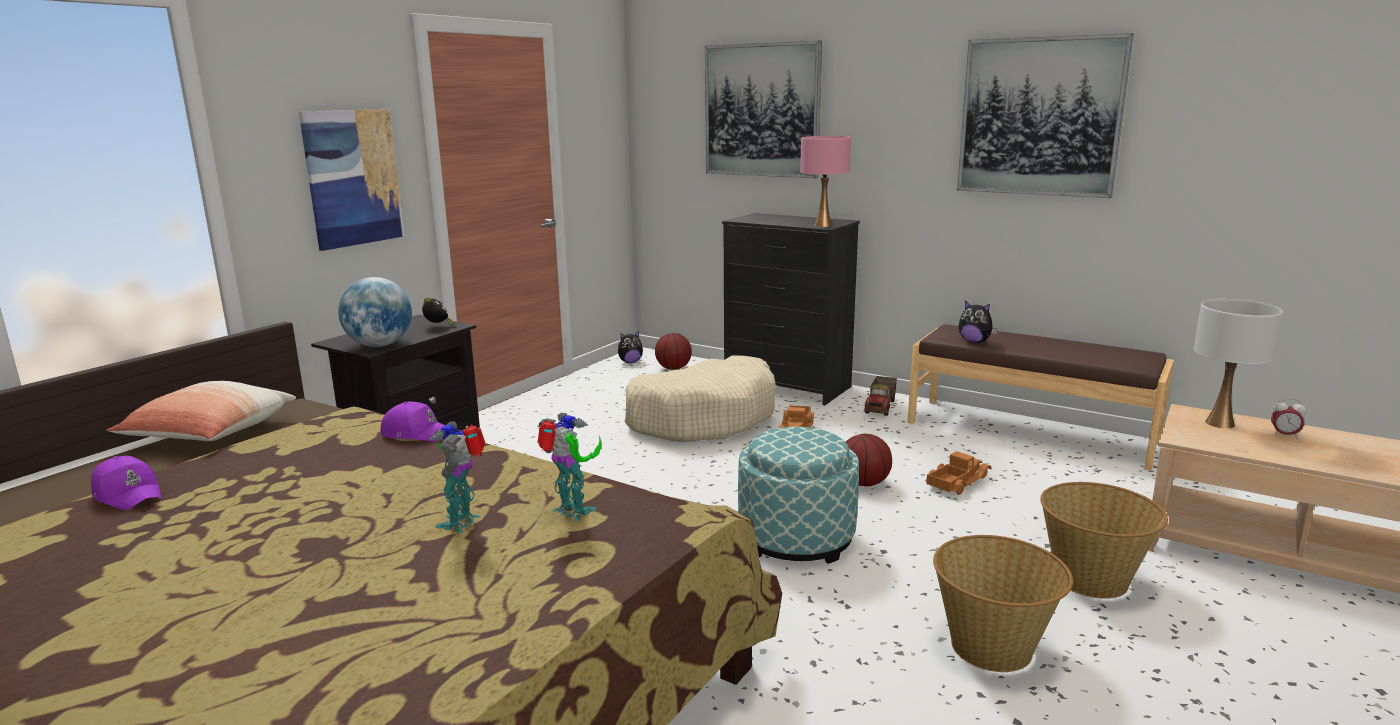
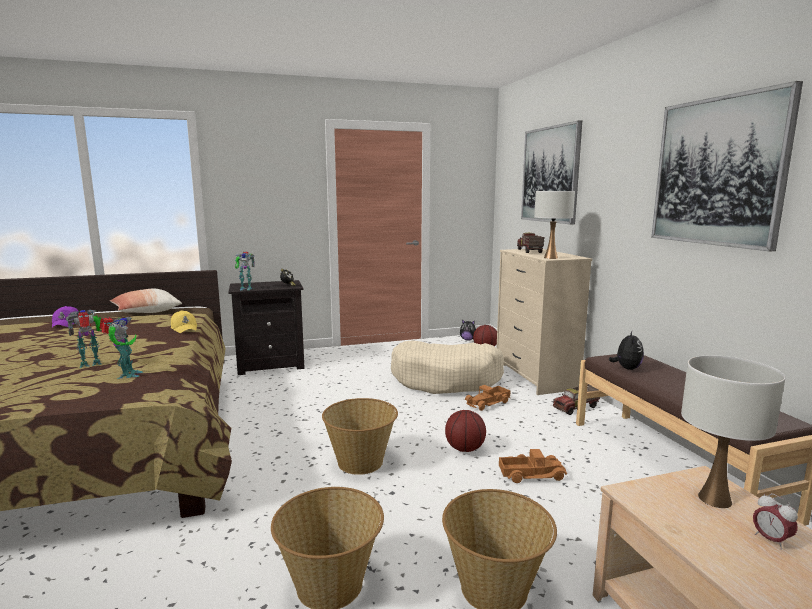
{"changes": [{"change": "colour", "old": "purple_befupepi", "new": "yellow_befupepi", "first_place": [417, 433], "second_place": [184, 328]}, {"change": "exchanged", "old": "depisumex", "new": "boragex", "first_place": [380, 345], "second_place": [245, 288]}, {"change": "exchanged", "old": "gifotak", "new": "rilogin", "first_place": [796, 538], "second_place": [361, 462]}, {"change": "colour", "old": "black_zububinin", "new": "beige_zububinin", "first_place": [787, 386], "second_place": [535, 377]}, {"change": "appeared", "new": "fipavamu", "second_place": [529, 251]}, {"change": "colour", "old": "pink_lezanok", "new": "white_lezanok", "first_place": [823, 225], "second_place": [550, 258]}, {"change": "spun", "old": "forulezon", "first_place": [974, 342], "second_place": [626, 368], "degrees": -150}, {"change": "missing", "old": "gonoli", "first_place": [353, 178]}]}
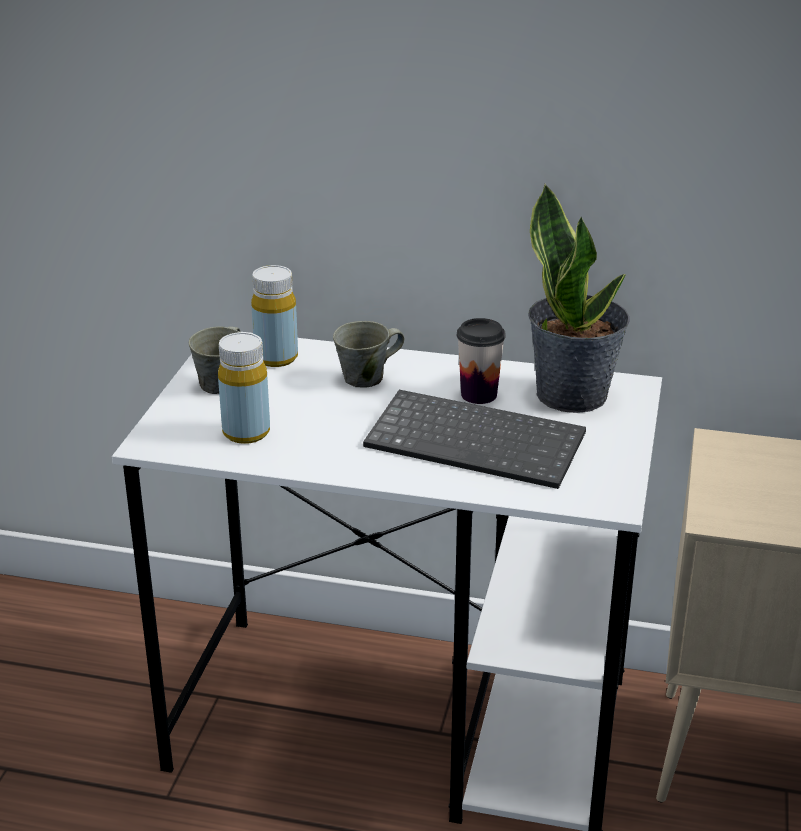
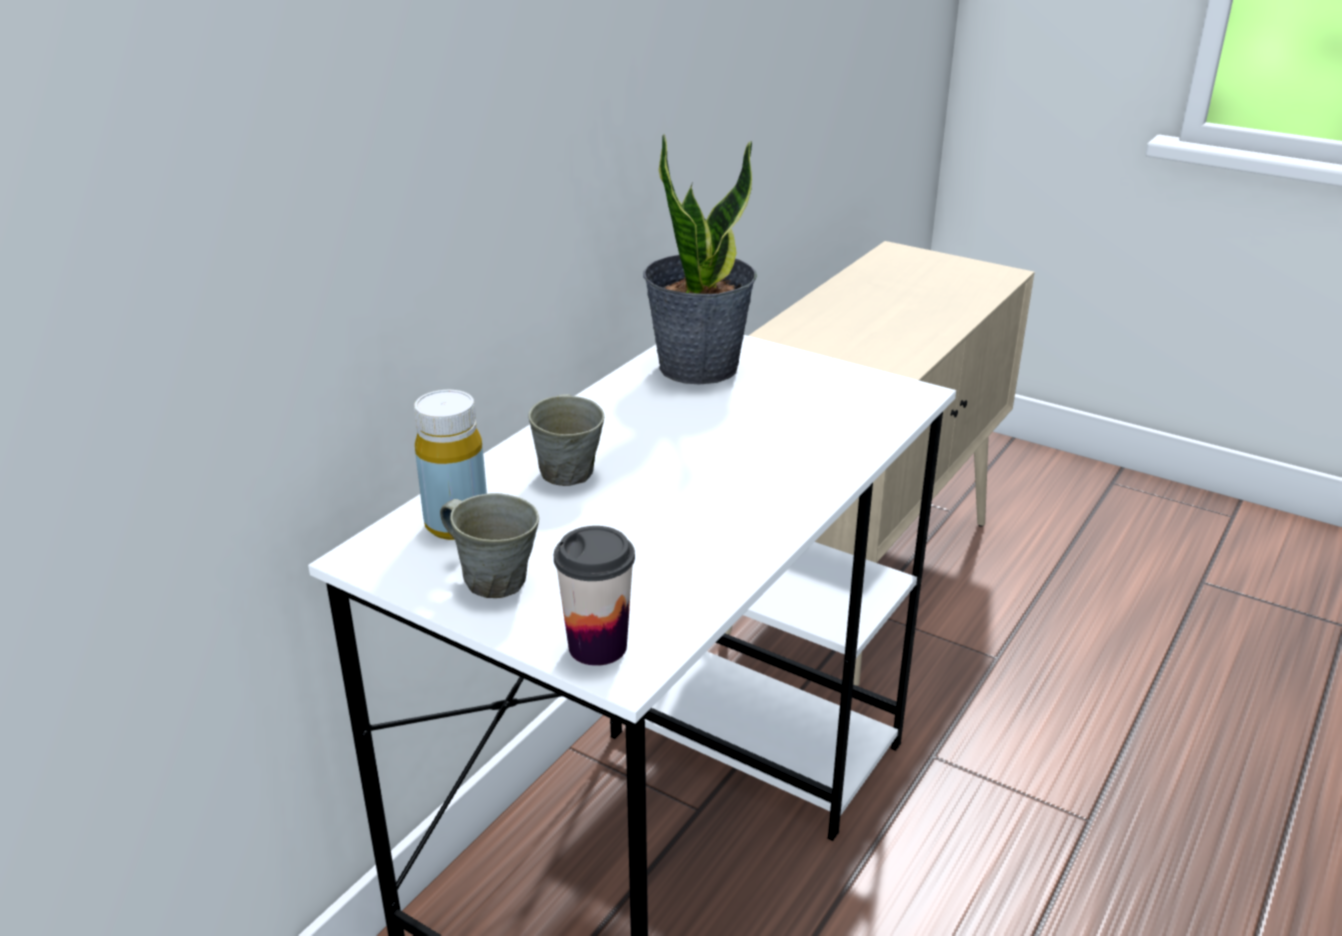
{"changes": [{"change": "relocated", "old": "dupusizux", "first_place": [479, 395], "second_place": [597, 646]}, {"change": "missing", "old": "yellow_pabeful", "first_place": [246, 432]}, {"change": "missing", "old": "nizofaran", "first_place": [478, 442]}]}
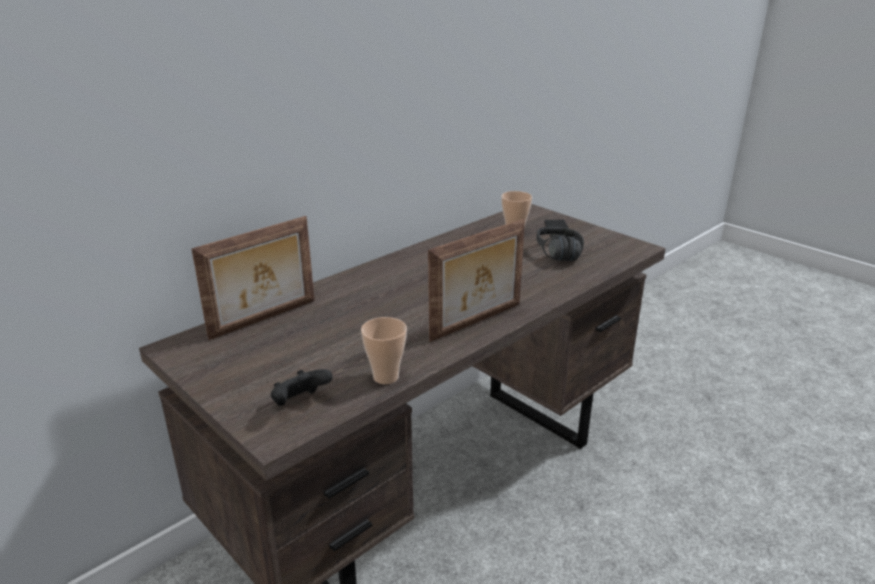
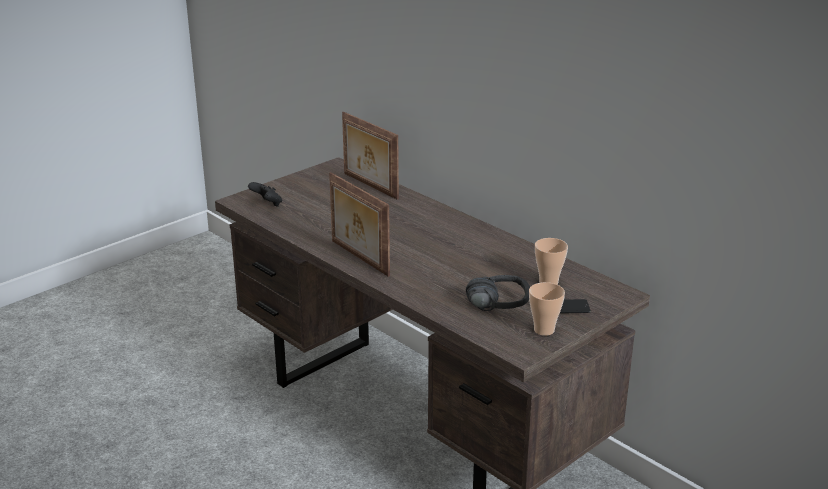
{"changes": [{"change": "relocated", "old": "dupusizux", "first_place": [386, 377], "second_place": [544, 330]}]}
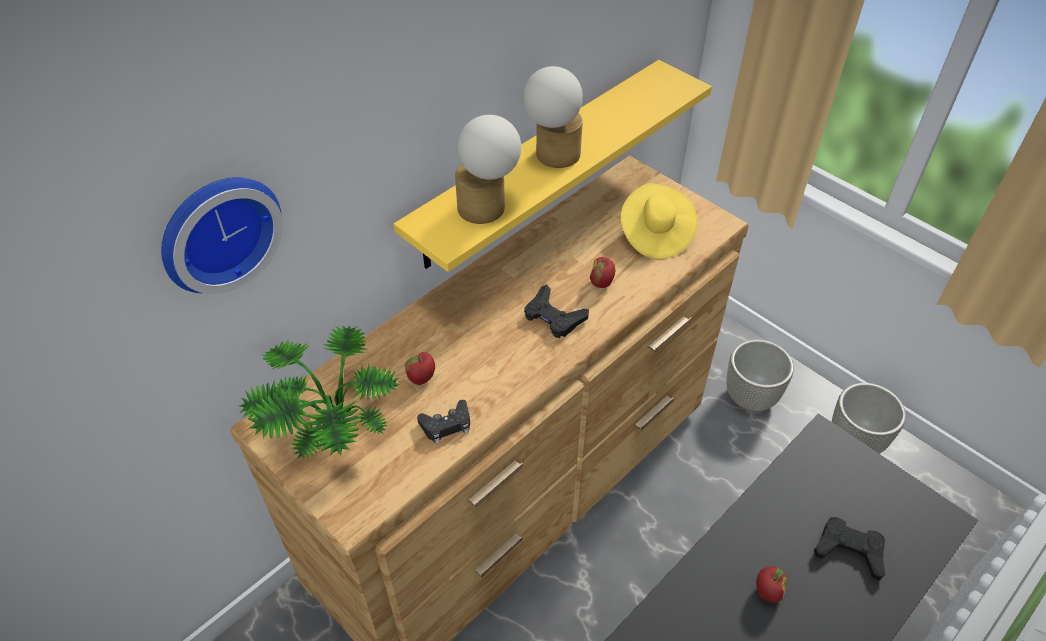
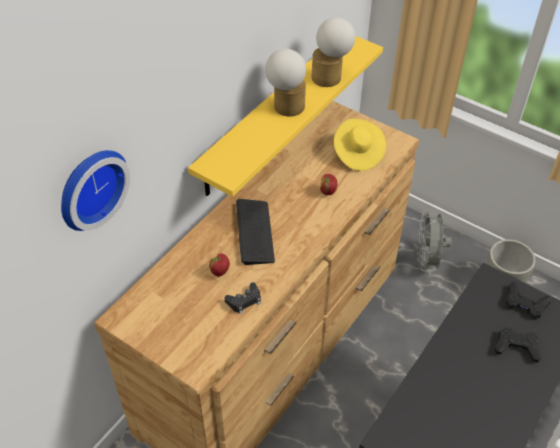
{"changes": [{"change": "appeared", "new": "nizofaran", "second_place": [254, 232]}, {"change": "relocated", "old": "lezanok", "first_place": [488, 209], "second_place": [331, 78]}, {"change": "exchanged", "old": "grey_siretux", "new": "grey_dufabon", "first_place": [751, 398], "second_place": [427, 260]}, {"change": "relocated", "old": "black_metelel", "first_place": [553, 317], "second_place": [525, 303]}, {"change": "missing", "old": "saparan", "first_place": [329, 430]}, {"change": "missing", "old": "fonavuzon", "first_place": [767, 592]}]}
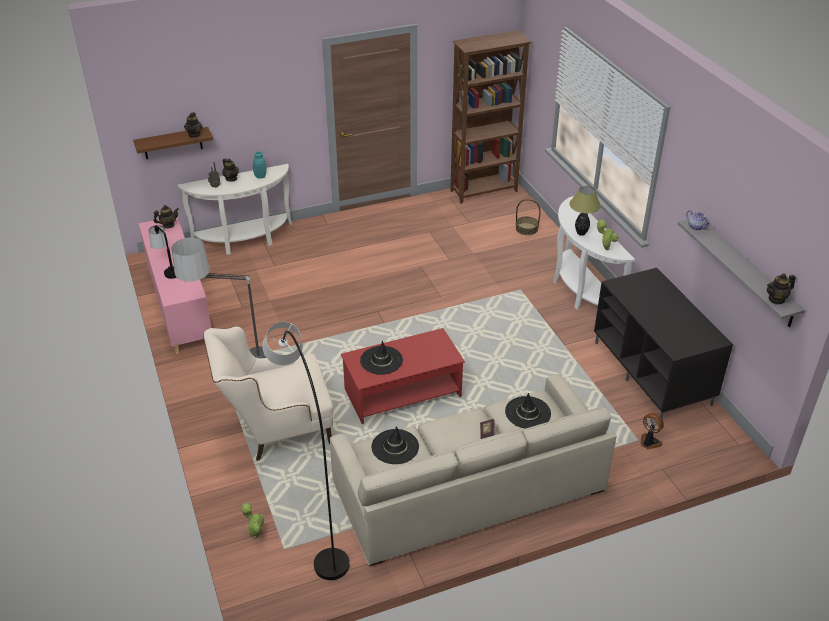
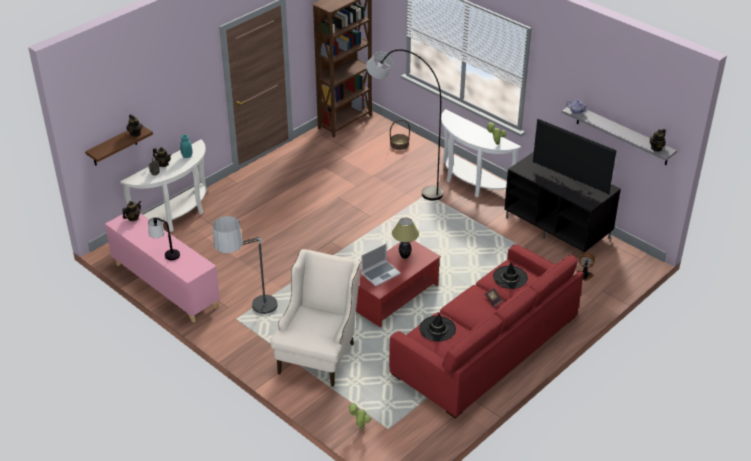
{"changes": [{"change": "spun", "old": "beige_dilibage", "first_place": [276, 430], "second_place": [319, 352], "degrees": 150}, {"change": "exchanged", "old": "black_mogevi", "new": "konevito", "first_place": [381, 360], "second_place": [380, 273]}, {"change": "relocated", "old": "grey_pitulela", "first_place": [312, 516], "second_place": [402, 178]}, {"change": "colour", "old": "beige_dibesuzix", "new": "red_dibesuzix", "first_place": [468, 487], "second_place": [485, 345]}, {"change": "relocated", "old": "lezanok", "first_place": [581, 233], "second_place": [404, 256]}, {"change": "appeared", "new": "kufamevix", "second_place": [569, 183]}]}
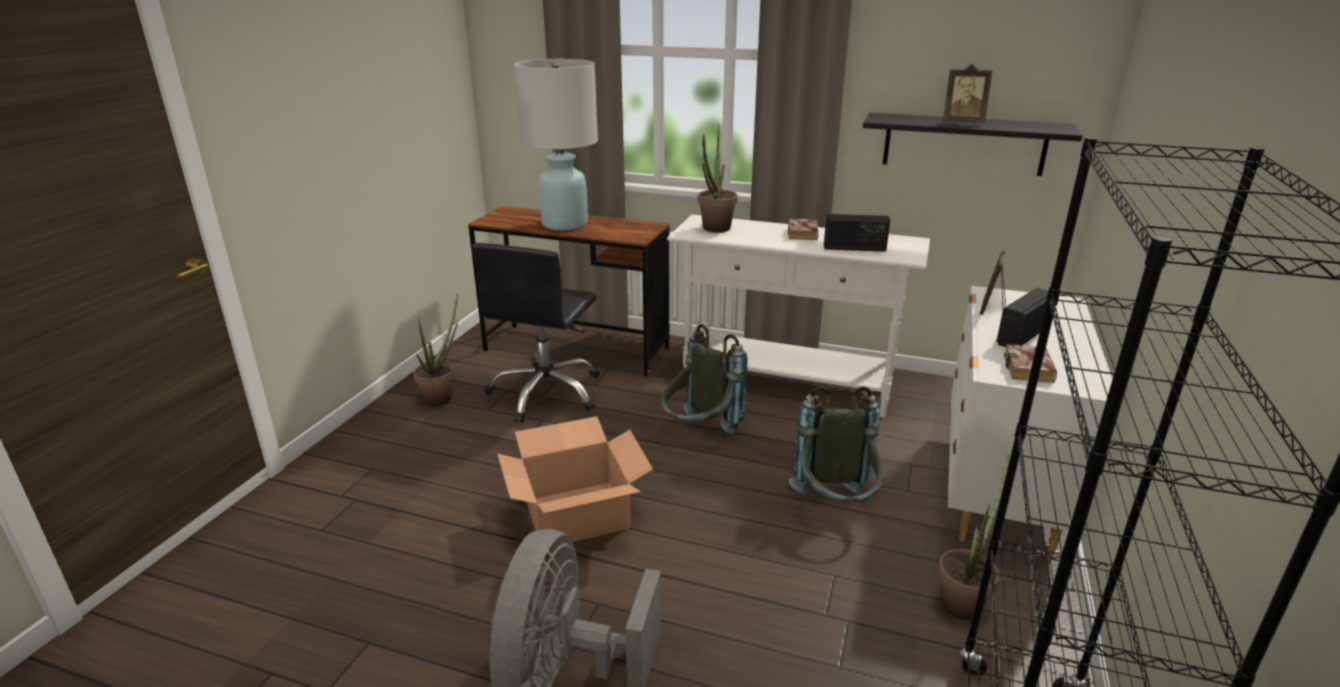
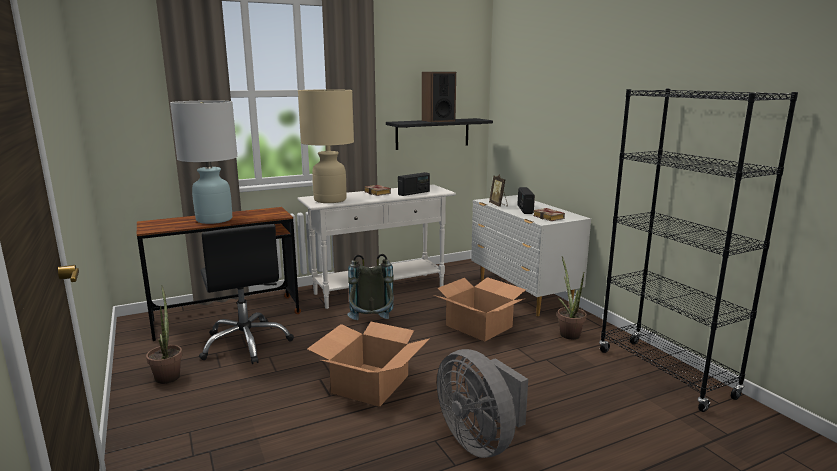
{"changes": [{"change": "exchanged", "old": "saparan", "new": "beige_lezanok", "first_place": [714, 230], "second_place": [330, 200]}, {"change": "exchanged", "old": "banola", "new": "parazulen", "first_place": [962, 122], "second_place": [438, 121]}, {"change": "exchanged", "old": "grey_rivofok", "new": "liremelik", "first_place": [835, 507], "second_place": [479, 326]}]}
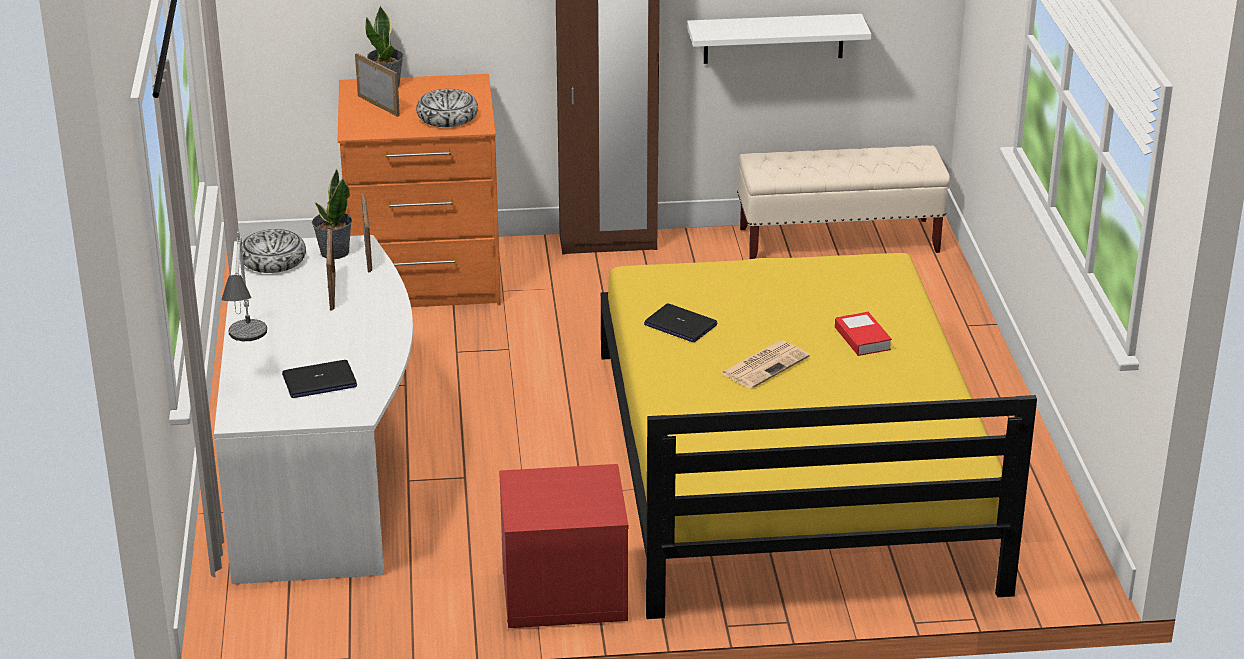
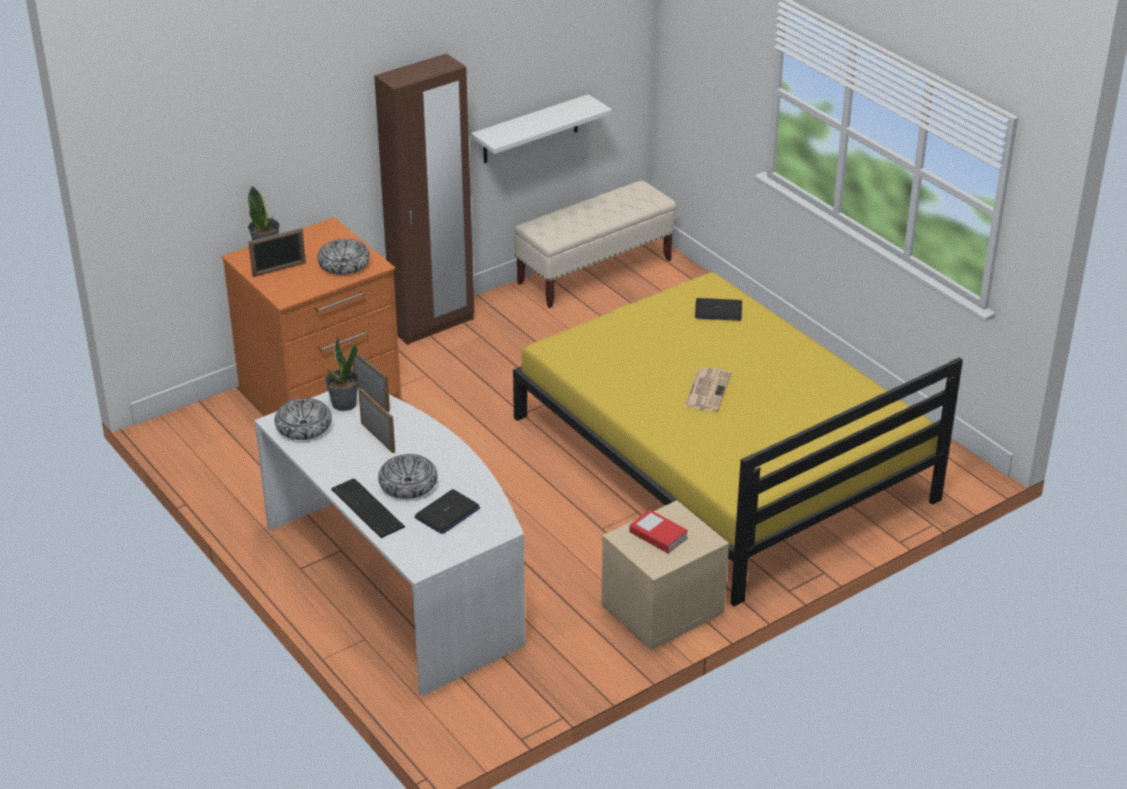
{"changes": [{"change": "spun", "old": "banola", "first_place": [378, 105], "second_place": [279, 269], "degrees": 135}, {"change": "exchanged", "old": "lezanok", "new": "nizofaran", "first_place": [246, 352], "second_place": [366, 509]}, {"change": "appeared", "new": "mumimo", "second_place": [408, 484]}, {"change": "colour", "old": "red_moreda", "new": "beige_moreda", "first_place": [562, 594], "second_place": [662, 611]}, {"change": "relocated", "old": "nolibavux", "first_place": [862, 339], "second_place": [658, 535]}, {"change": "relocated", "old": "konevito", "first_place": [680, 325], "second_place": [718, 311]}]}
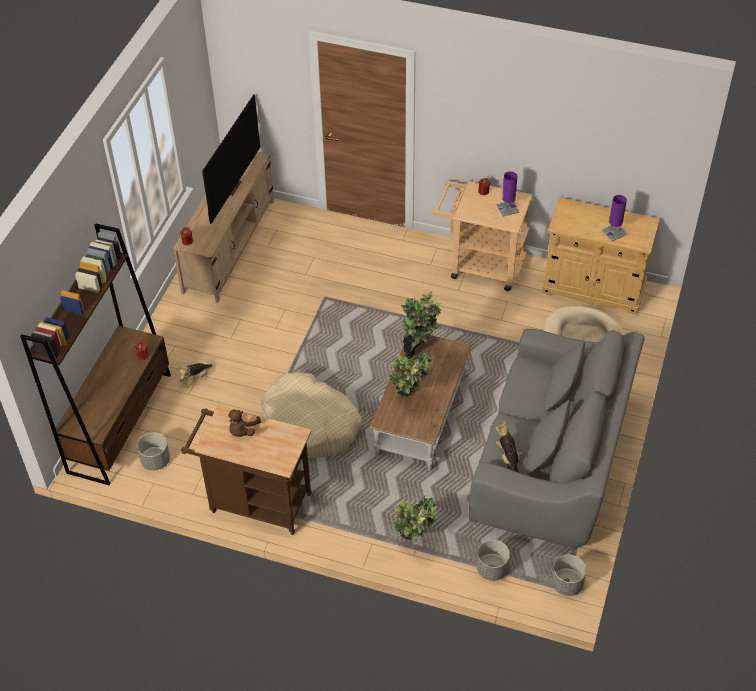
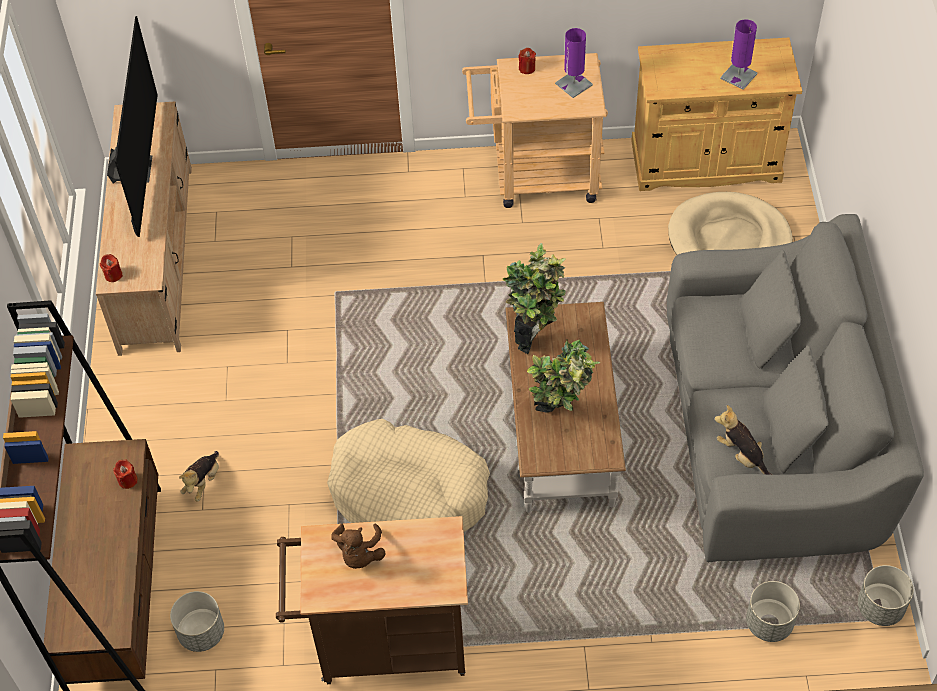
{"changes": [{"change": "missing", "old": "saparan", "first_place": [415, 545]}]}
